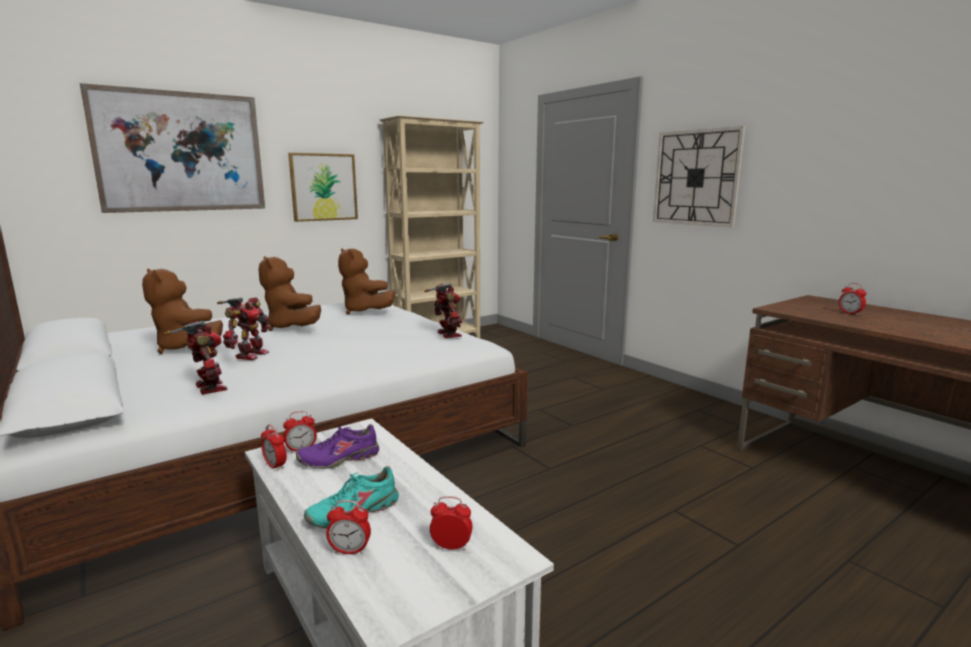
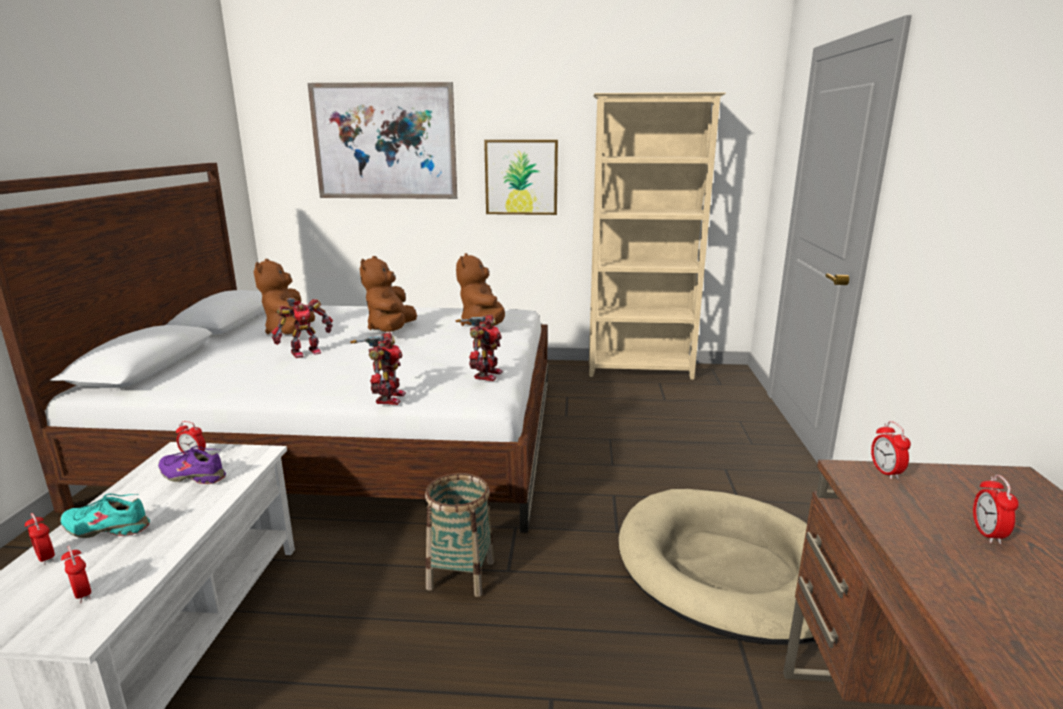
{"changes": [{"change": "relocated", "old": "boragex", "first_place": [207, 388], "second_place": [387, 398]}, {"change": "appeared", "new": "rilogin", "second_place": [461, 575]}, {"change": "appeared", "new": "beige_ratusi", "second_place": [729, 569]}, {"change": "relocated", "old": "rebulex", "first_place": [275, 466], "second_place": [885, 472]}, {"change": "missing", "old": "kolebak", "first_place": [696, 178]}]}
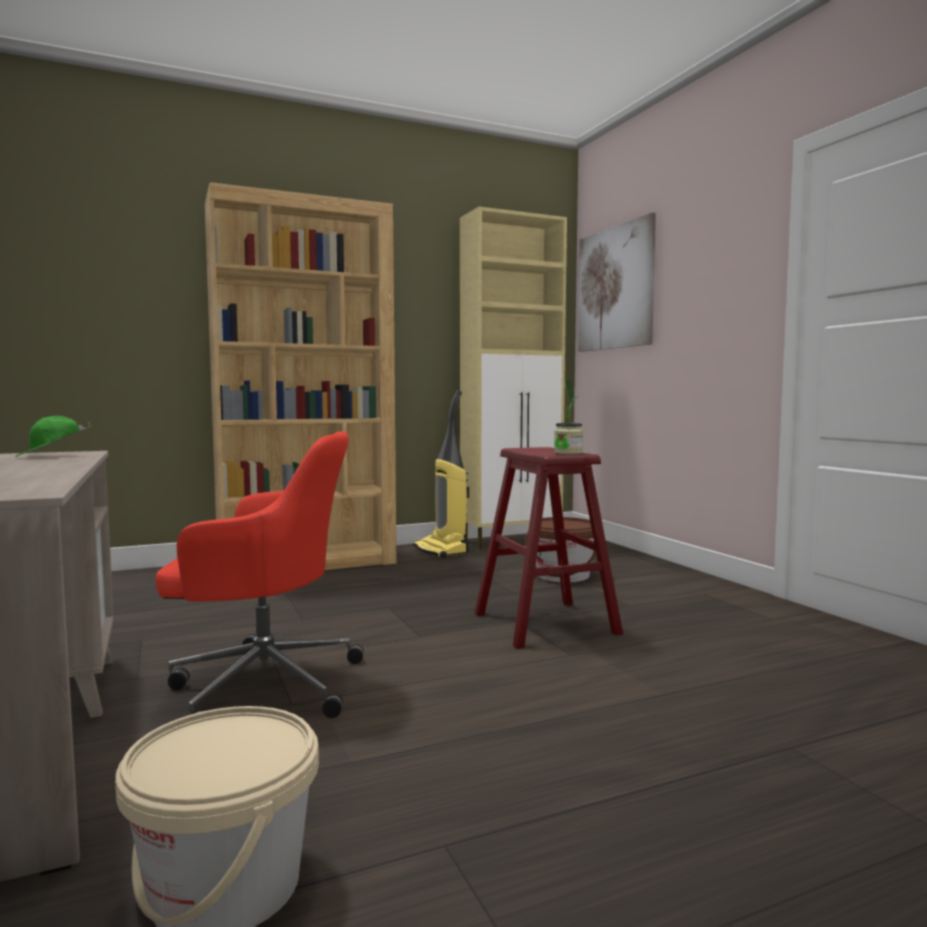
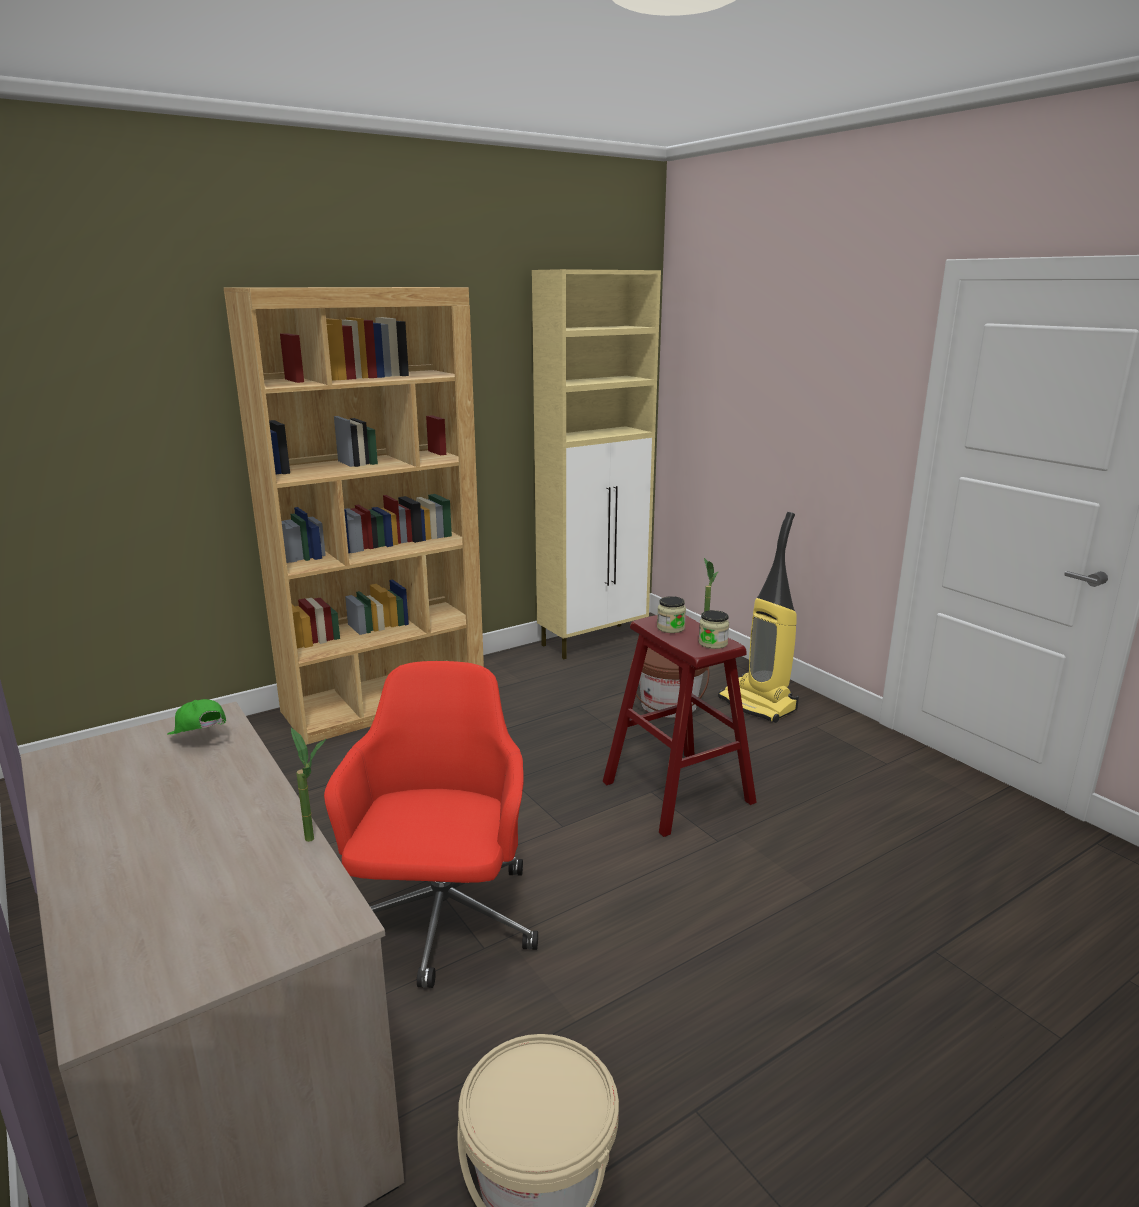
{"changes": [{"change": "spun", "old": "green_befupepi", "first_place": [51, 456], "second_place": [200, 740], "degrees": 90}, {"change": "appeared", "new": "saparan", "second_place": [317, 841]}, {"change": "spun", "old": "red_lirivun", "first_place": [262, 685], "second_place": [441, 922], "degrees": -75}, {"change": "appeared", "new": "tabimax", "second_place": [670, 628]}, {"change": "relocated", "old": "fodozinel", "first_place": [442, 551], "second_place": [759, 704]}, {"change": "missing", "old": "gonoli", "first_place": [615, 288]}]}
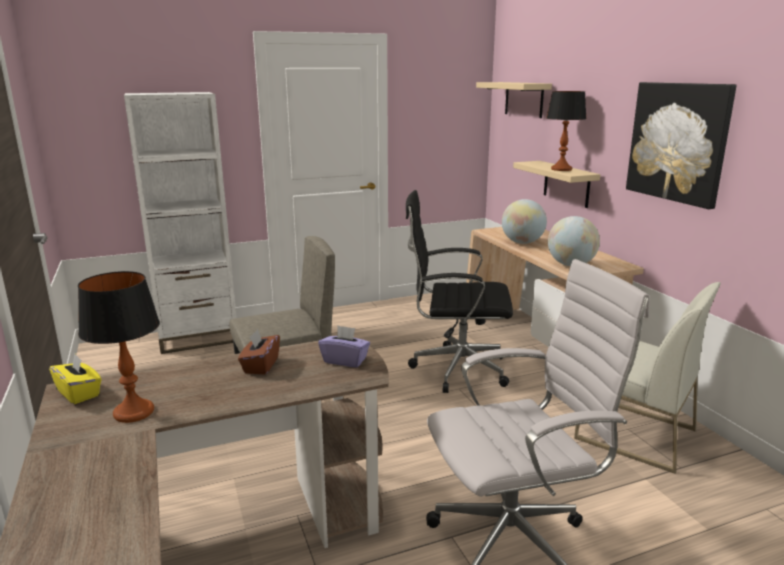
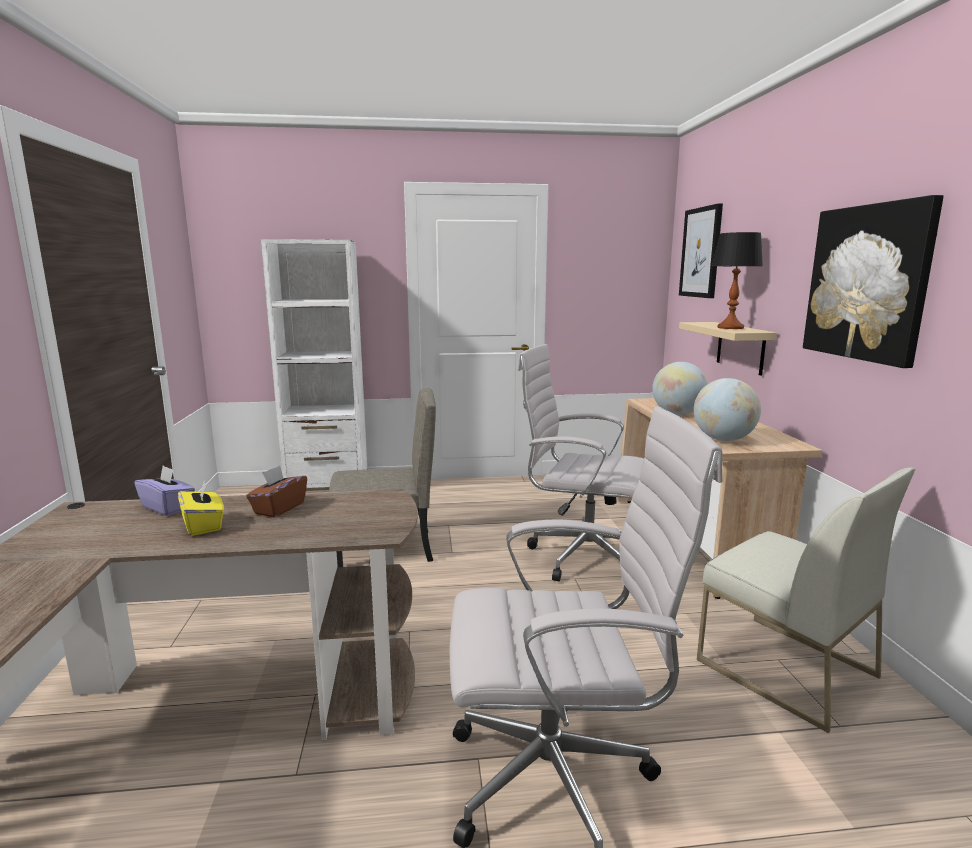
{"changes": [{"change": "relocated", "old": "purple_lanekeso", "first_place": [345, 360], "second_place": [168, 507]}, {"change": "relocated", "old": "yellow_lanekeso", "first_place": [79, 393], "second_place": [203, 525]}, {"change": "colour", "old": "black_lirivun", "new": "white_lirivun", "first_place": [455, 369], "second_place": [580, 556]}, {"change": "exchanged", "old": "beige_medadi", "new": "gonoli", "first_place": [524, 99], "second_place": [701, 252]}, {"change": "missing", "old": "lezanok", "first_place": [134, 412]}]}
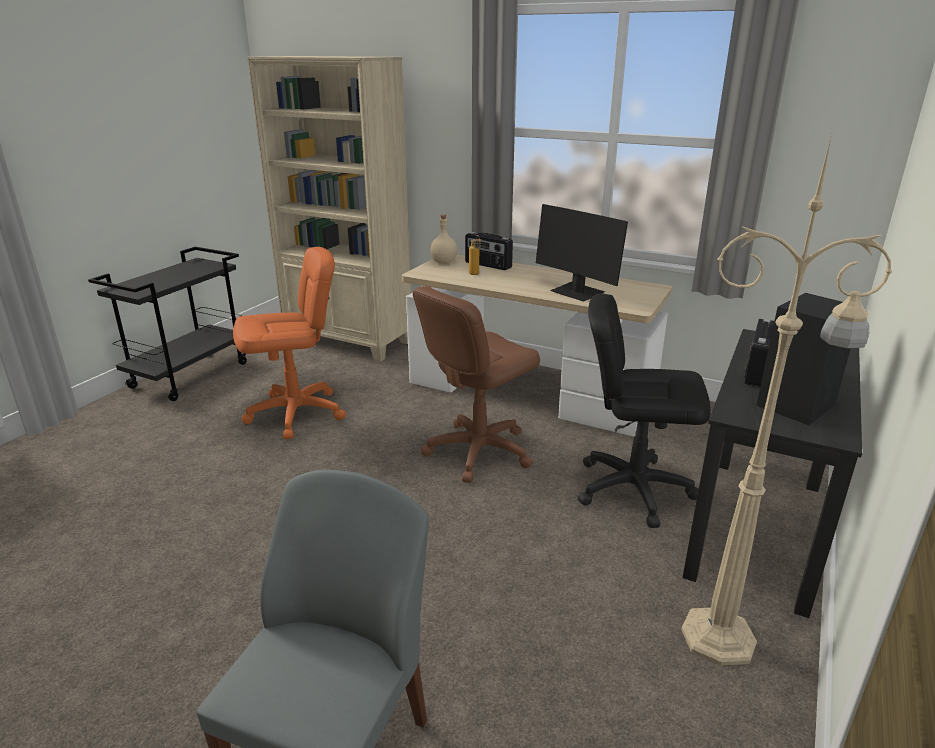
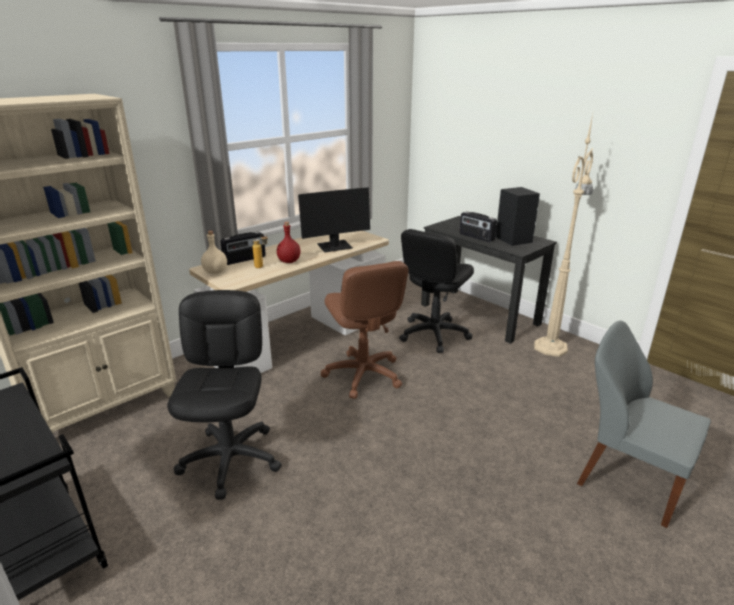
{"changes": [{"change": "colour", "old": "orange_lirivun", "new": "black_lirivun", "first_place": [296, 413], "second_place": [231, 459]}, {"change": "appeared", "new": "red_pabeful", "second_place": [289, 261]}]}
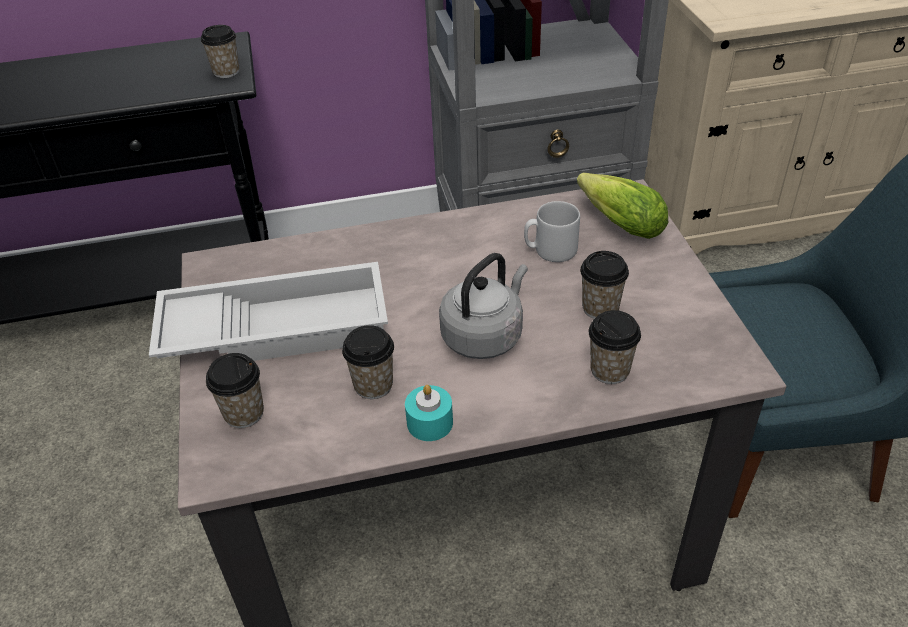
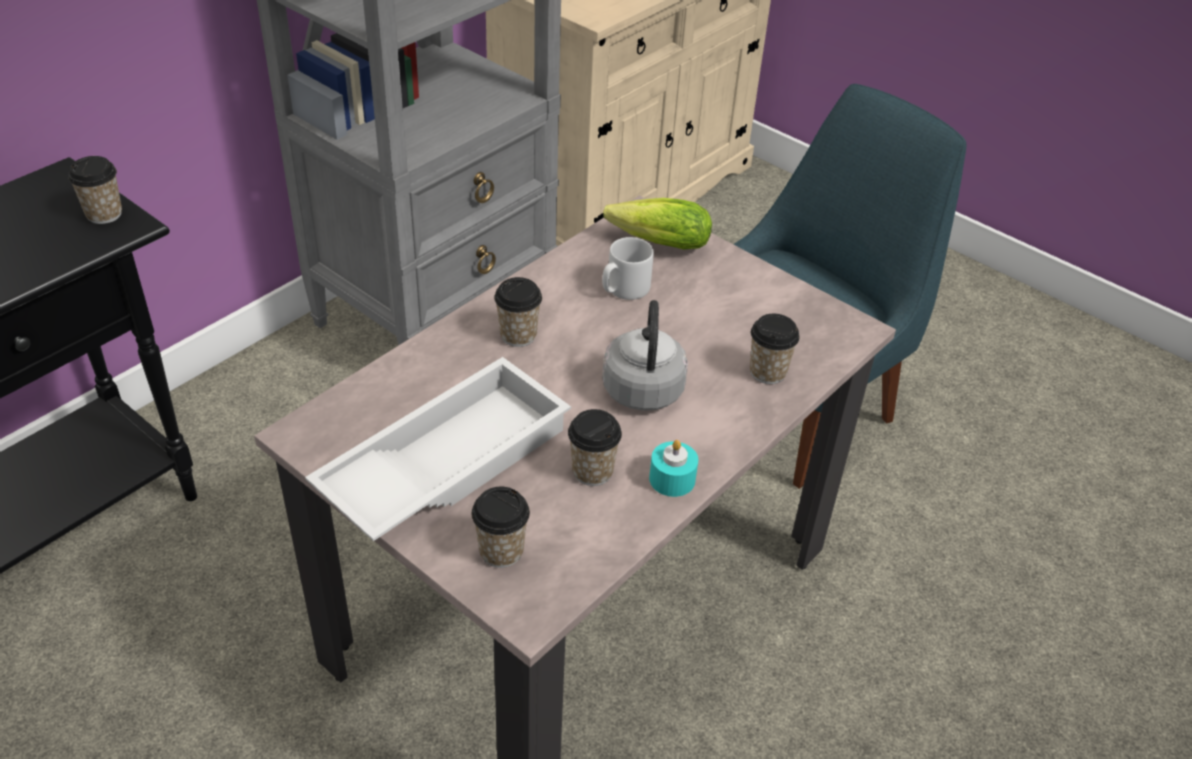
{"changes": [{"change": "relocated", "old": "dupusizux", "first_place": [600, 308], "second_place": [518, 335]}]}
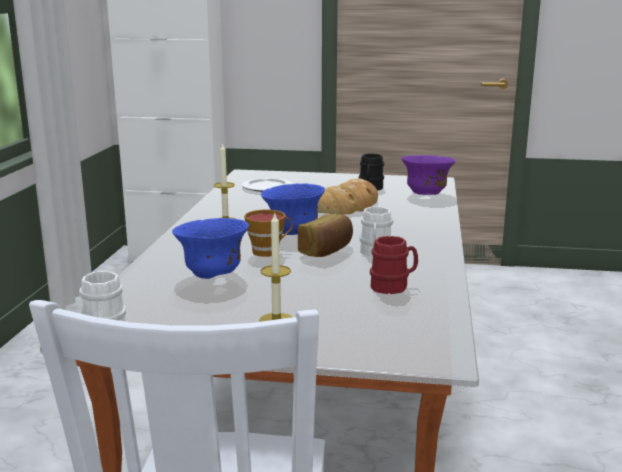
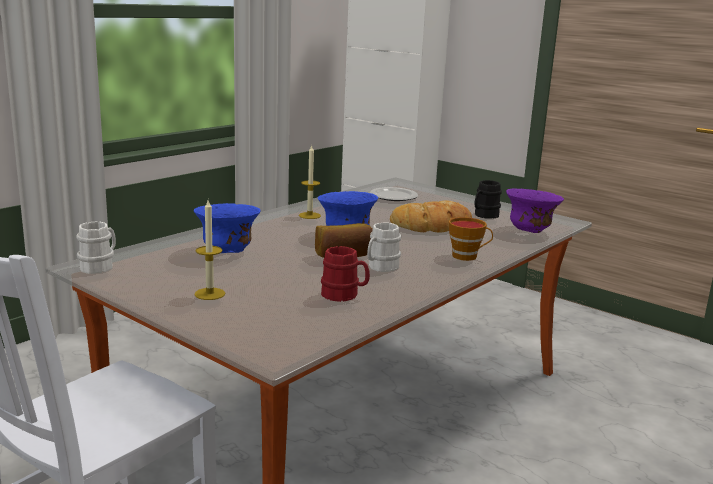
{"changes": [{"change": "relocated", "old": "dupusizux", "first_place": [269, 251], "second_place": [467, 256]}]}
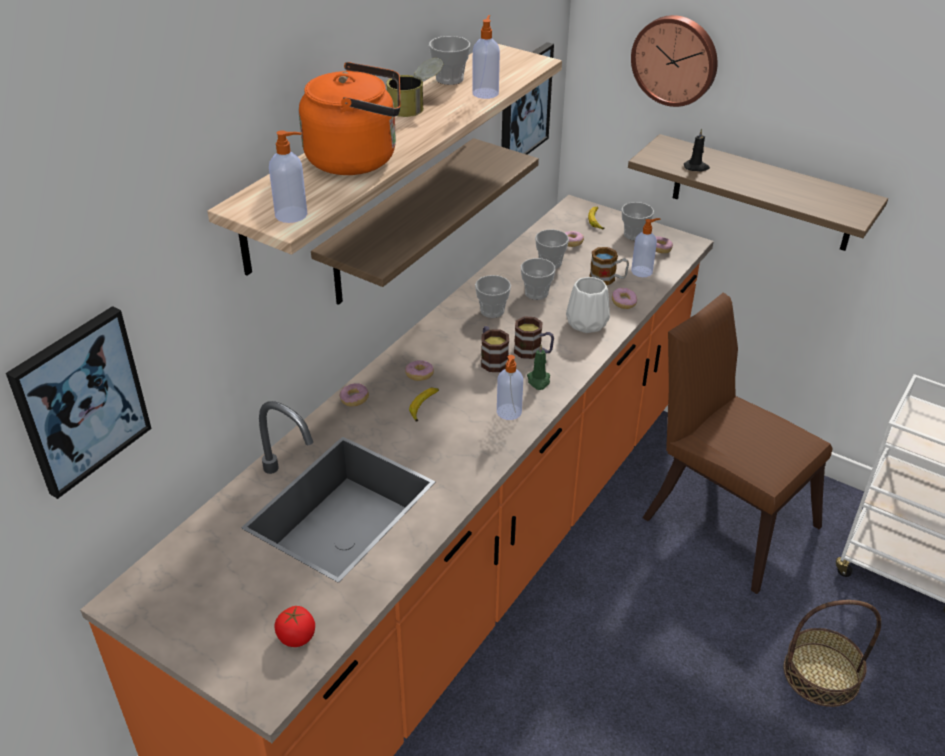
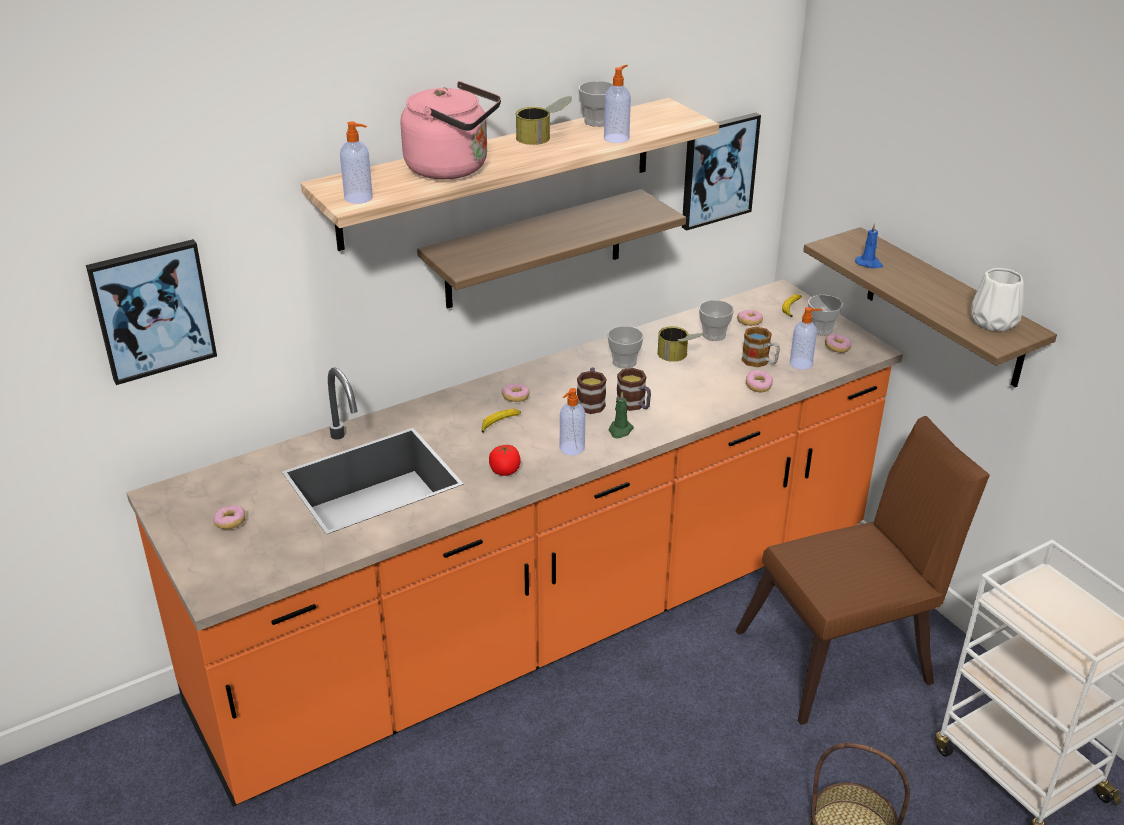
{"changes": [{"change": "relocated", "old": "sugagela", "first_place": [354, 400], "second_place": [230, 523]}, {"change": "colour", "old": "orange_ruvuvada", "new": "pink_ruvuvada", "first_place": [357, 159], "second_place": [452, 168]}, {"change": "relocated", "old": "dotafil", "first_place": [297, 636], "second_place": [505, 470]}, {"change": "exchanged", "old": "dupusizux", "new": "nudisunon", "first_place": [536, 293], "second_place": [679, 357]}, {"change": "spun", "old": "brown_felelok", "first_place": [723, 515], "second_place": [845, 655], "degrees": 90}, {"change": "colour", "old": "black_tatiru", "new": "blue_tatiru", "first_place": [696, 167], "second_place": [869, 263]}, {"change": "relocated", "old": "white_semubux", "first_place": [586, 324], "second_place": [992, 322]}, {"change": "missing", "old": "kolebak", "first_place": [675, 60]}]}
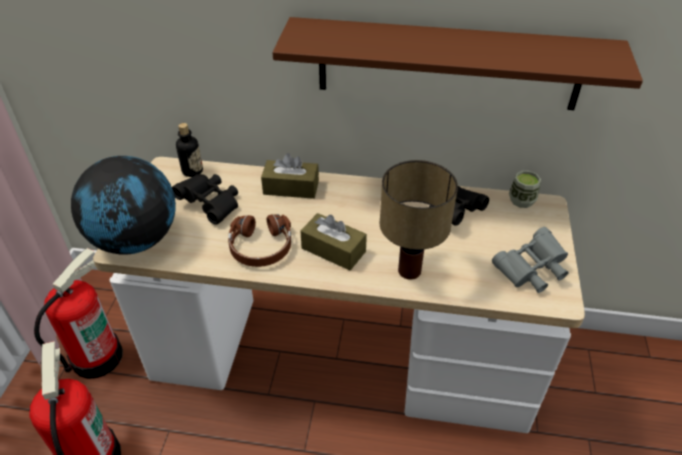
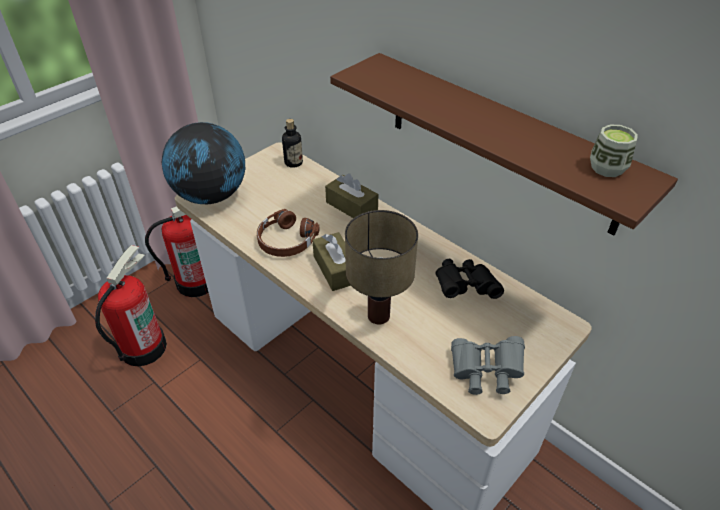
{"changes": [{"change": "relocated", "old": "dupusizux", "first_place": [521, 200], "second_place": [607, 168]}, {"change": "missing", "old": "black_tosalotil", "first_place": [211, 205]}]}
